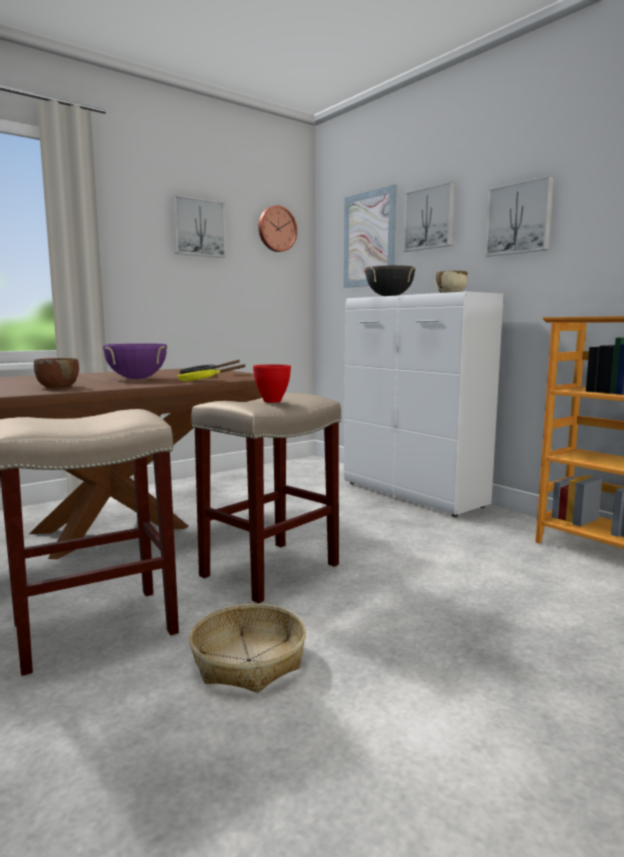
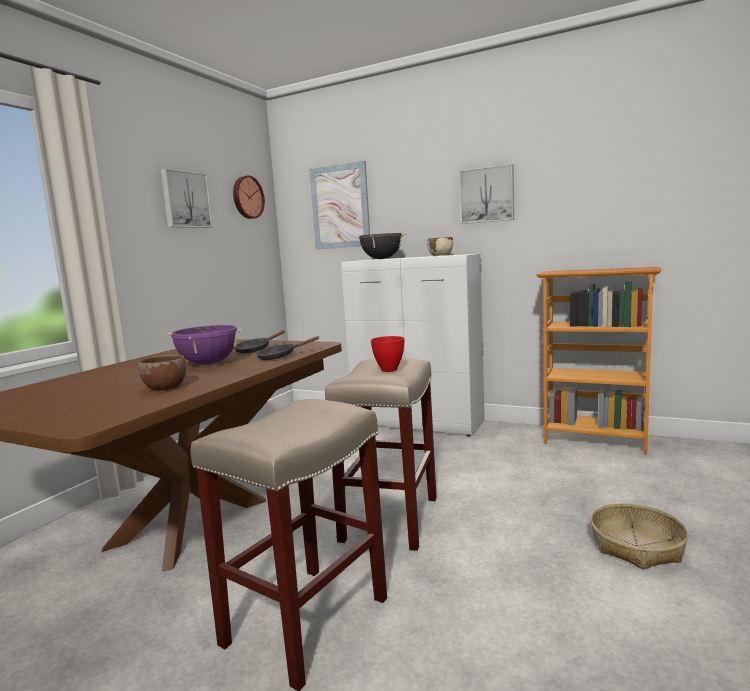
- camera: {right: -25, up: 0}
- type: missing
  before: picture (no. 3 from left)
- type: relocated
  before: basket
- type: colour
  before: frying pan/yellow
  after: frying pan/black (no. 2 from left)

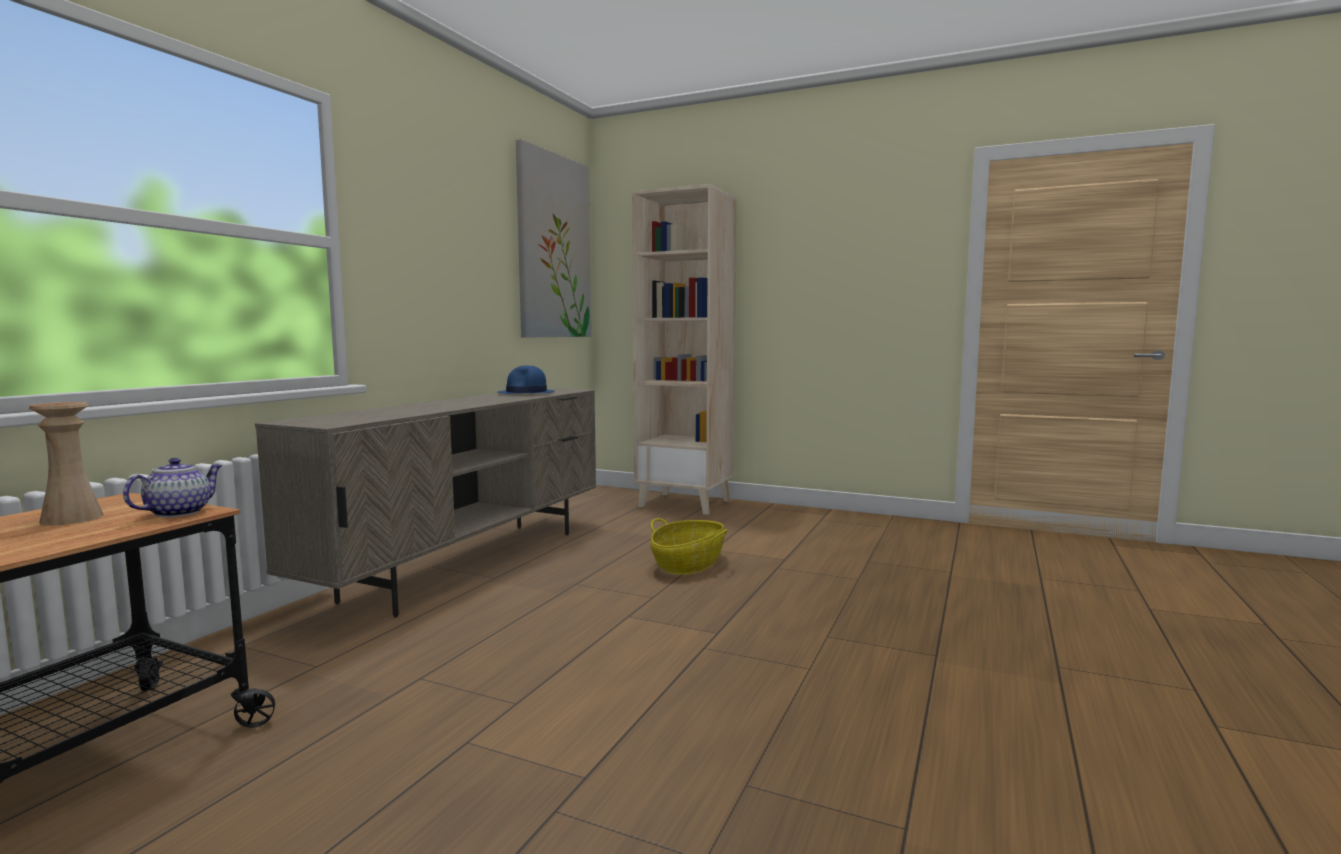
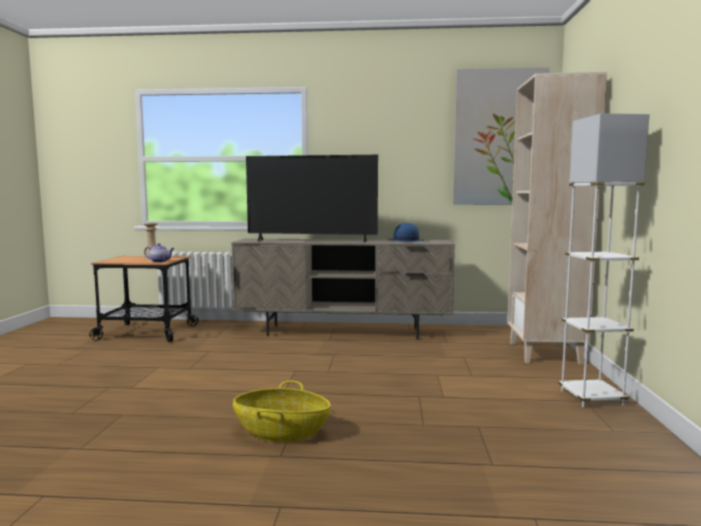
- camera: {right: 70, up: 0}
- type: appeared
  after: television
- type: appeared
  after: floor lamp/white
- type: relocated
  before: basket

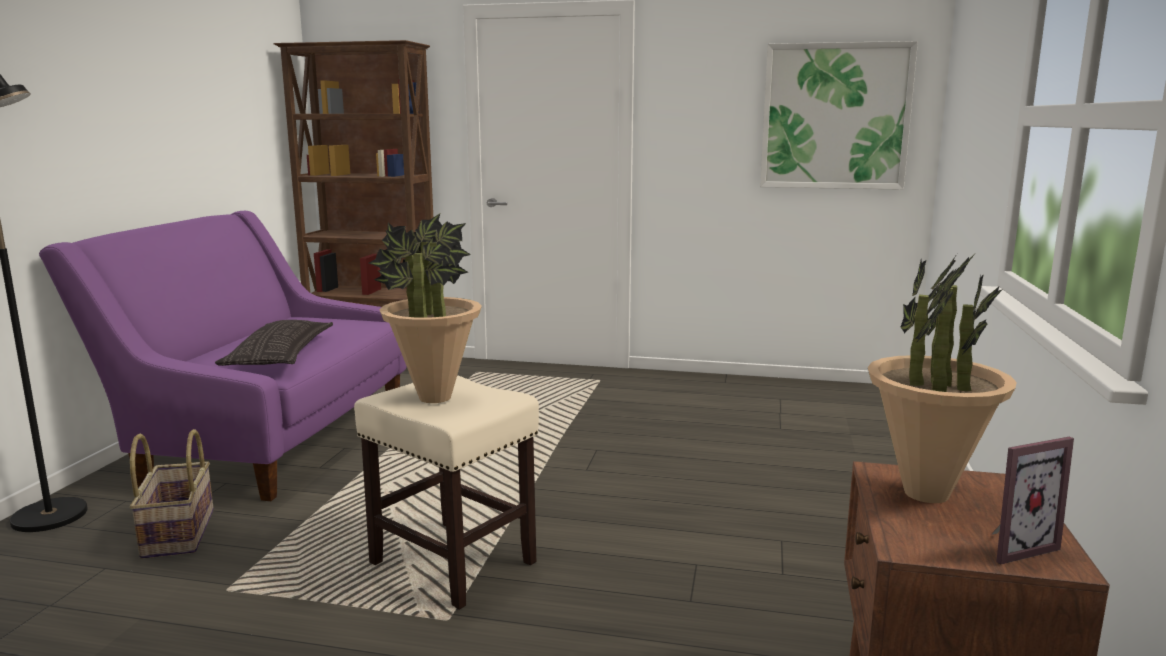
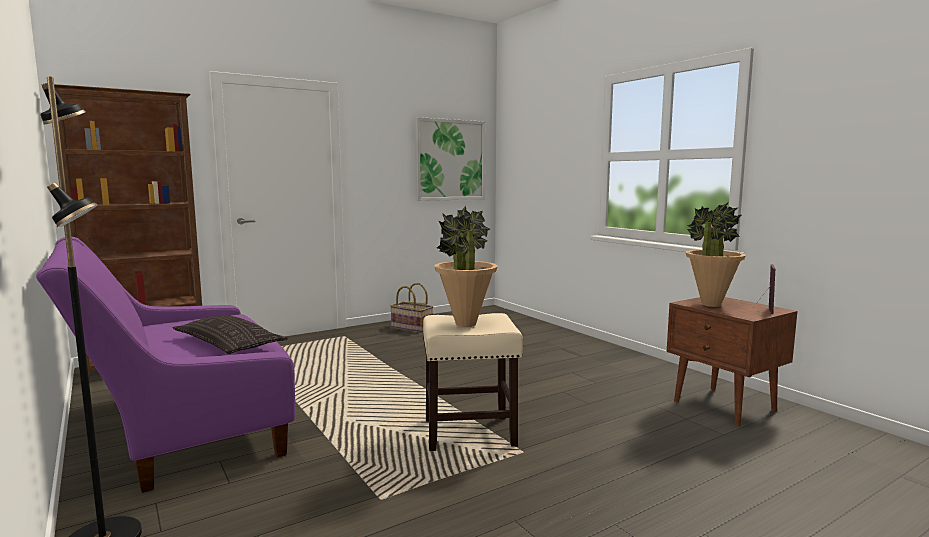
- camera: {right: -45, up: -5}
- type: relocated
  before: basket

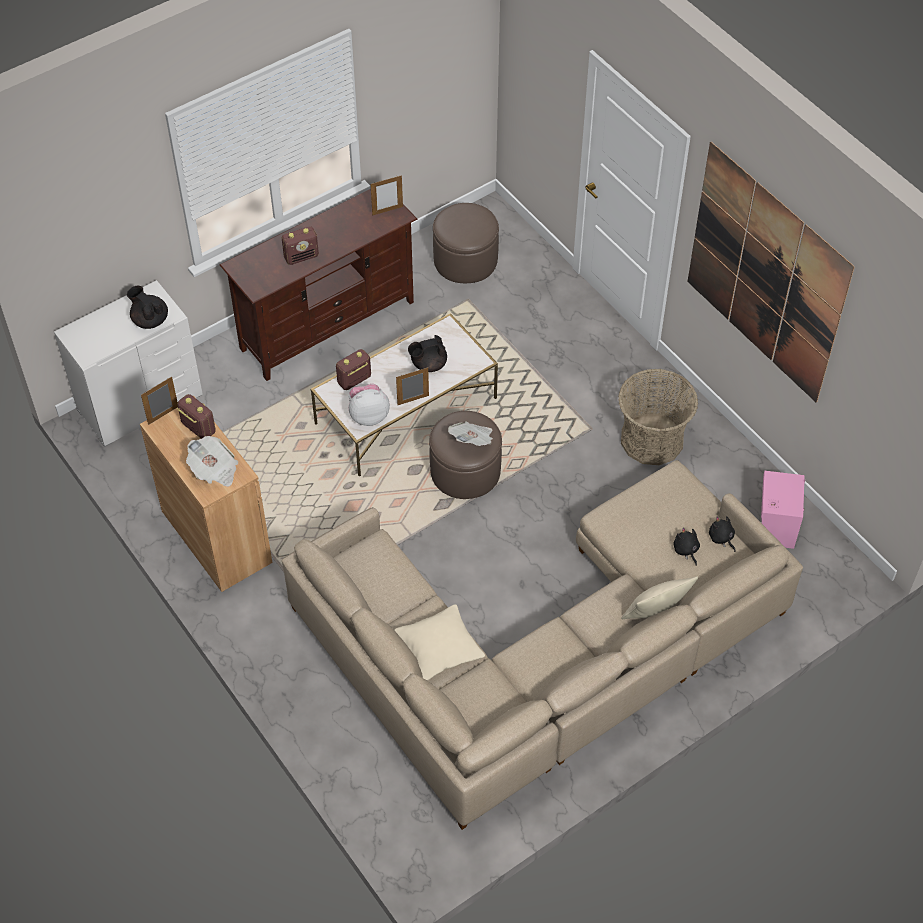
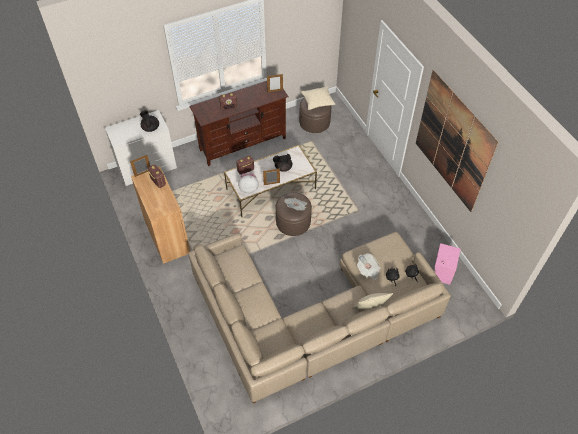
- camera: {right: 10, up: 0}
- type: missing
  before: basket
- type: relocated
  before: newspaper (no. 1 from left in the first image)
  after: newspaper (no. 2 from left)
- type: relocated
  before: pillow/beige (no. 1 from left)

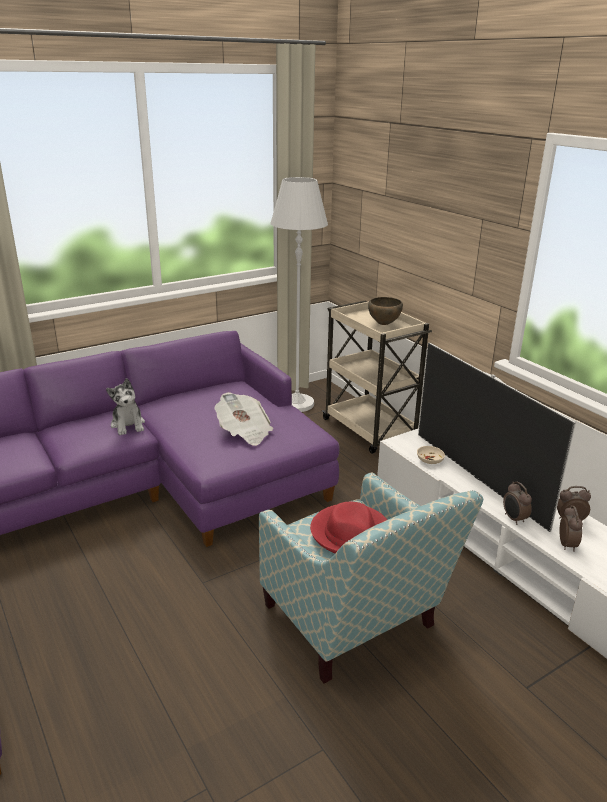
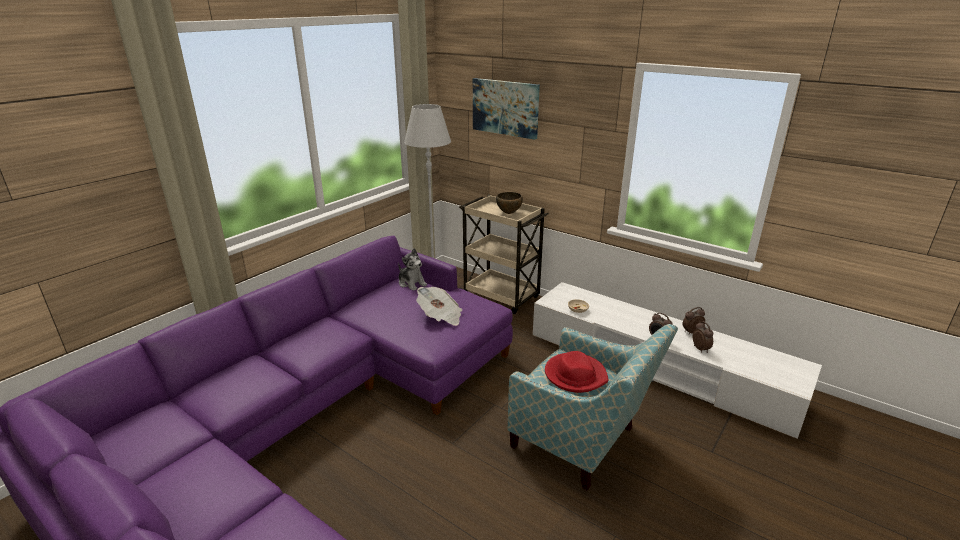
- camera: {right: -20, up: 0}
- type: missing
  before: television
- type: appeared
  after: picture
- type: relocated
  before: plush toy

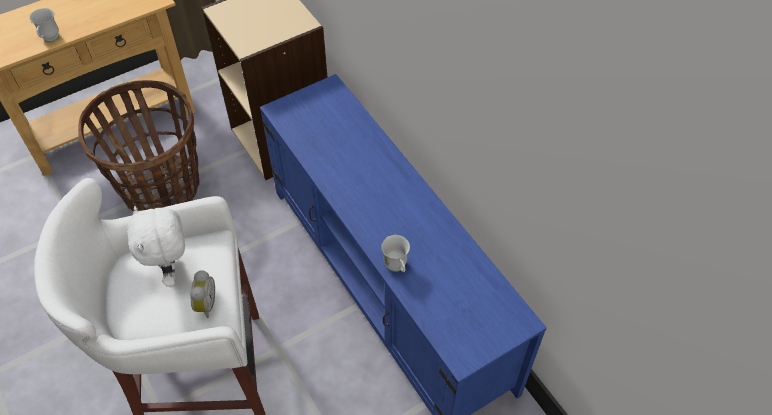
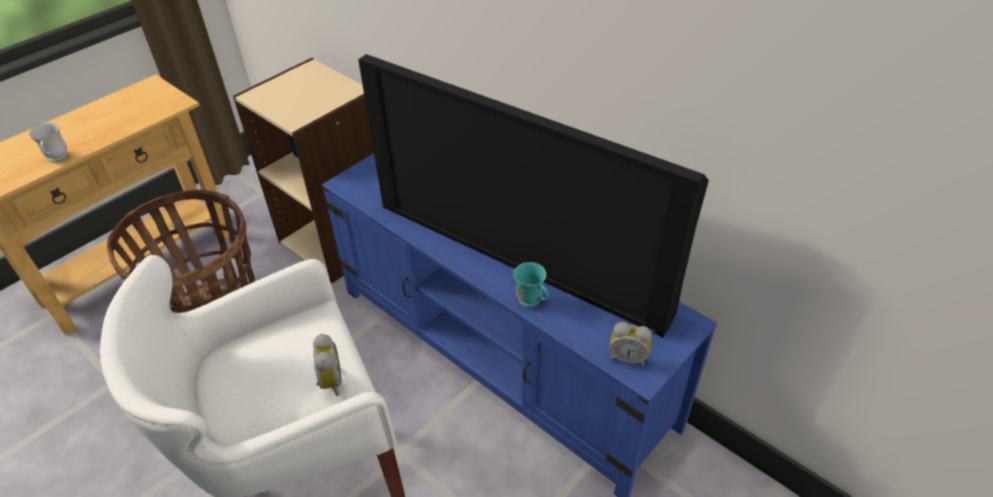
- camera: {right: -15, up: -10}
- type: missing
  before: plush toy/white
- type: appeared
  after: television
- type: appeared
  after: alarm clock (no. 2 from left)
- type: colour
  before: mug/white (no. 2 from left)
  after: mug/turquoise

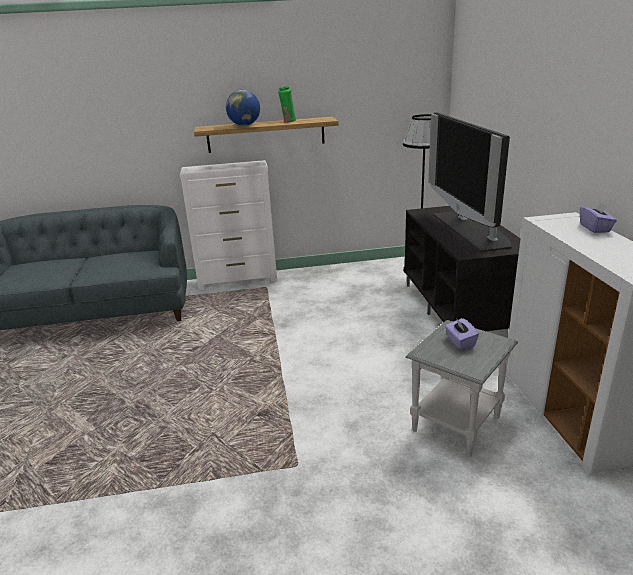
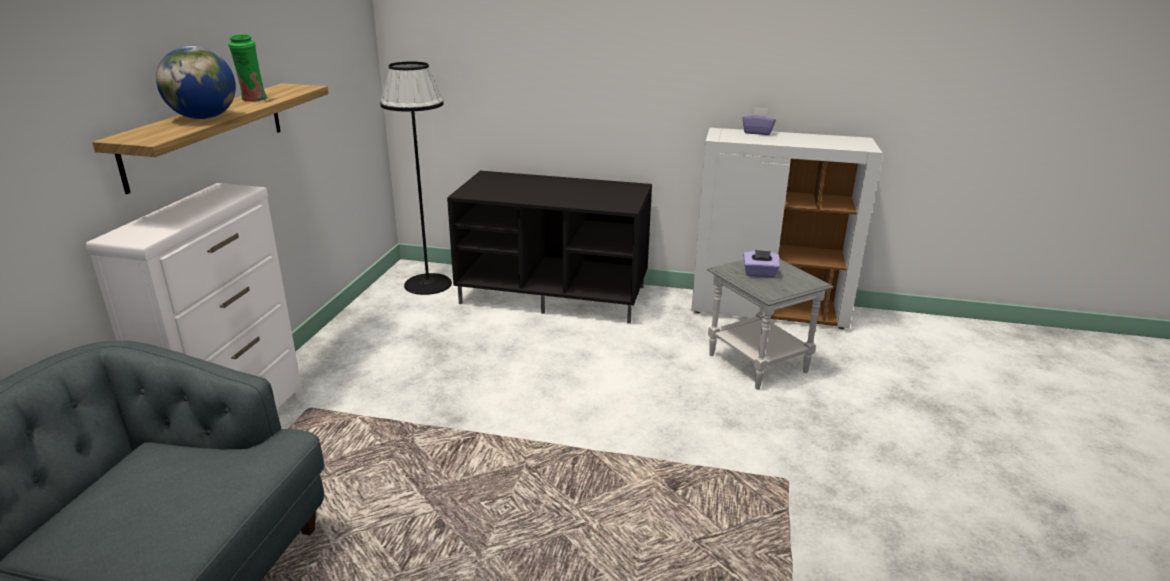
- camera: {right: -70, up: 0}
- type: missing
  before: television

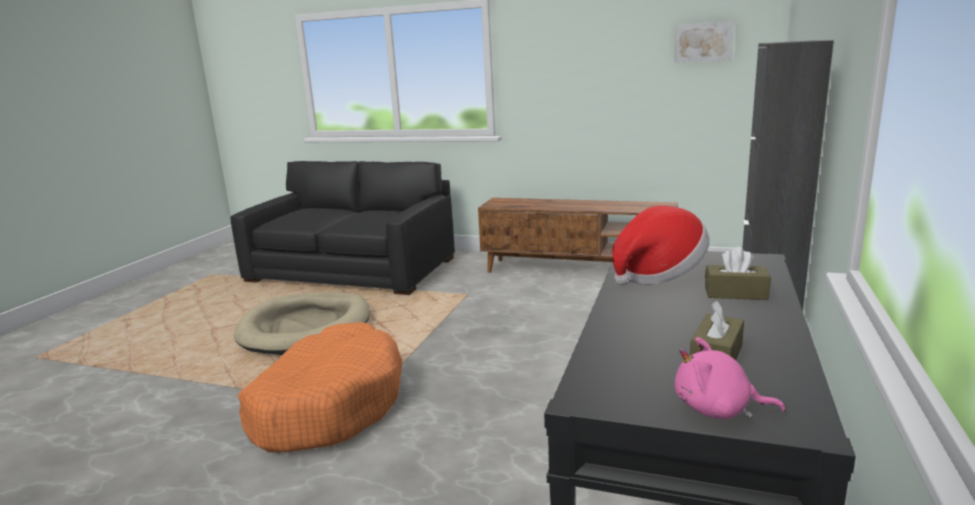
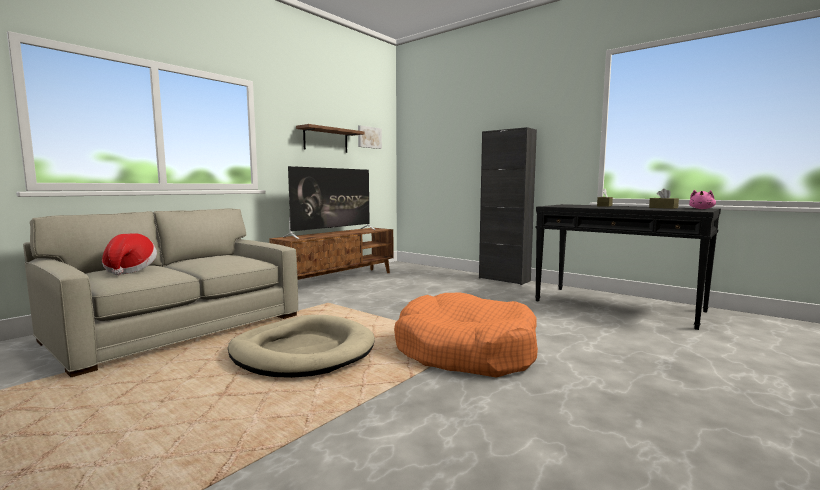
- camera: {right: -70, up: -10}
- type: appeared
  after: television
- type: appeared
  after: shelf/brown
- type: relocated
  before: hat
- type: colour
  before: sofa/black
  after: sofa/beige

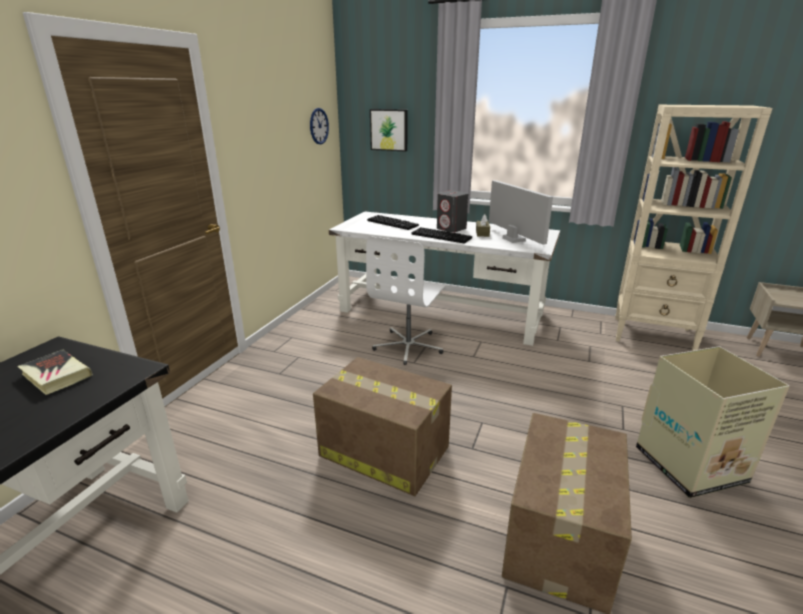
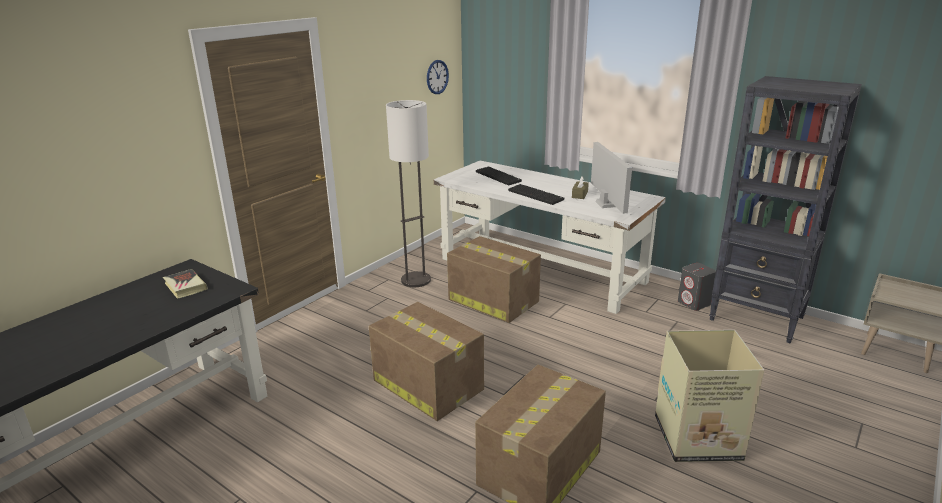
- camera: {right: 15, up: 0}
- type: missing
  before: picture
- type: appeared
  after: floor lamp
- type: relocated
  before: speaker/grey
- type: exchanged
  before: office chair/white
  after: cardboard box (no. 2 from left)
- type: colour
  before: bookcase/beige
  after: bookcase/black

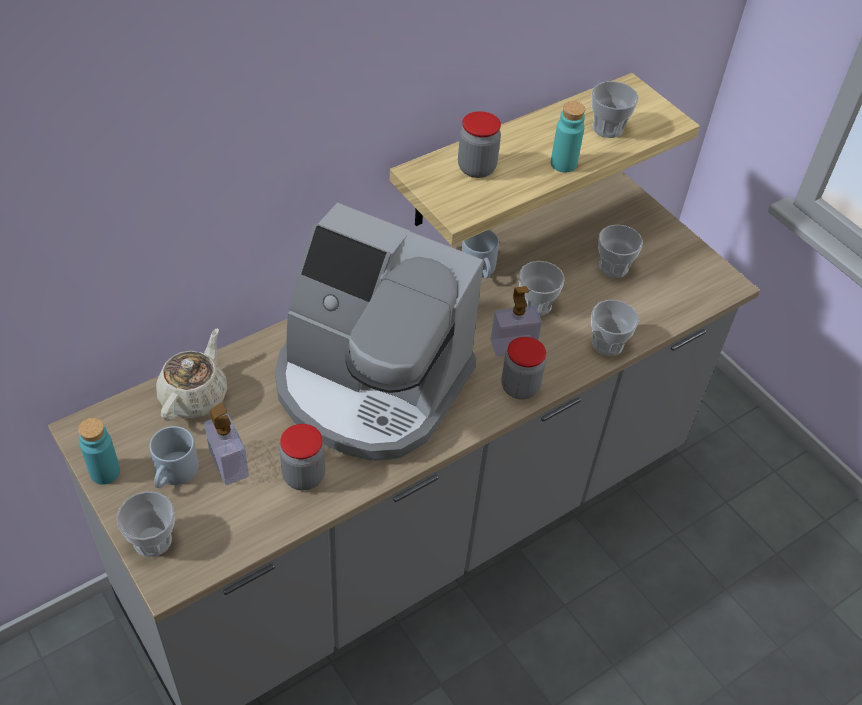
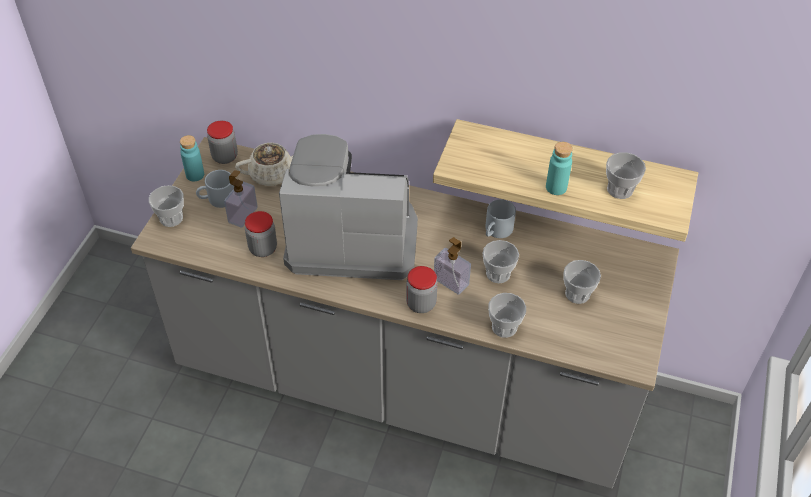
- camera: {right: 55, up: 0}
- type: relocated
  before: jar (no. 2 from left in the first image)
  after: jar (no. 1 from left)
- type: spun
  before: coffee machine
  turn: 105

